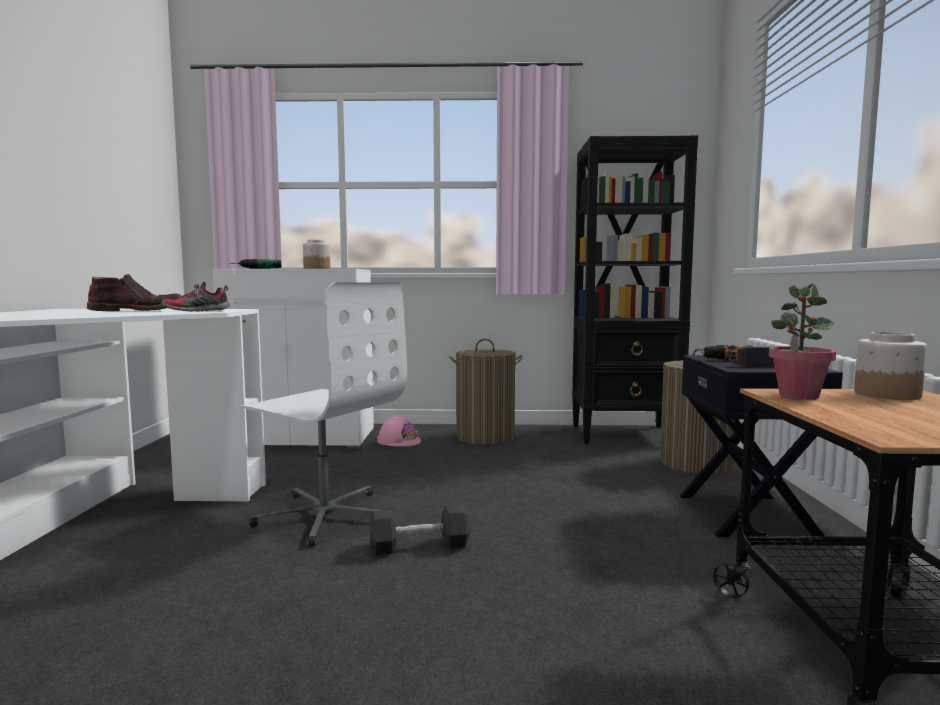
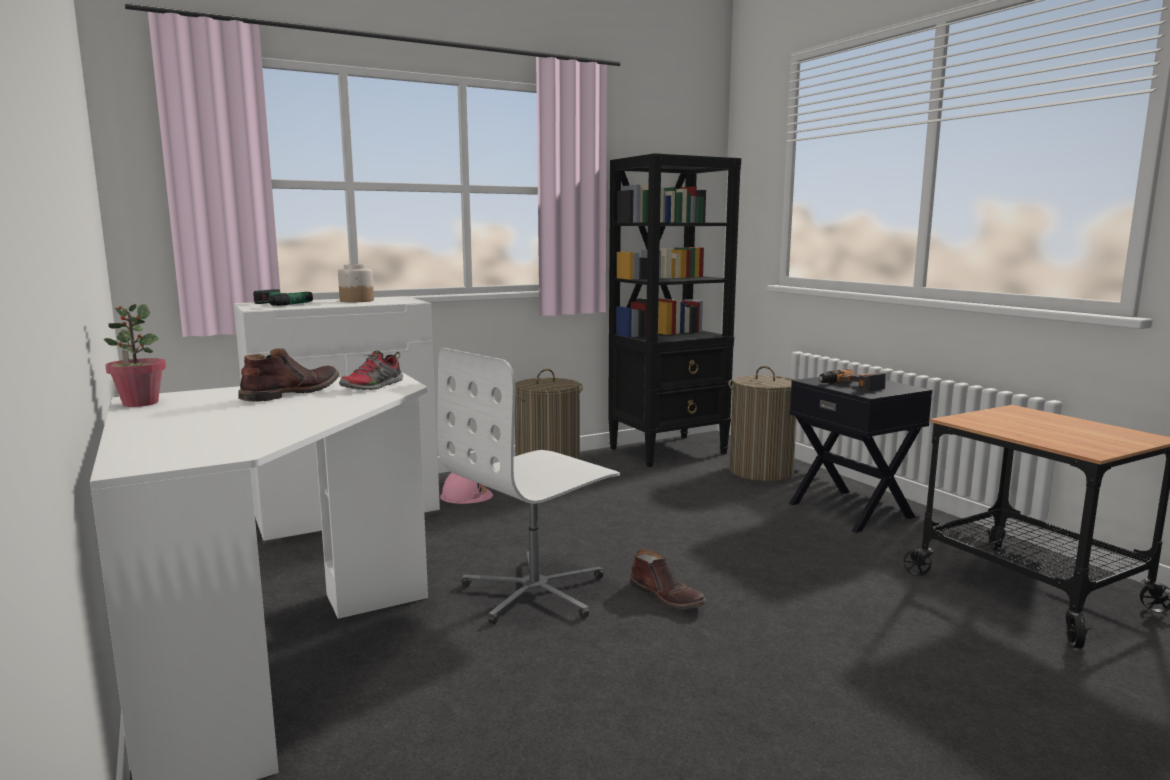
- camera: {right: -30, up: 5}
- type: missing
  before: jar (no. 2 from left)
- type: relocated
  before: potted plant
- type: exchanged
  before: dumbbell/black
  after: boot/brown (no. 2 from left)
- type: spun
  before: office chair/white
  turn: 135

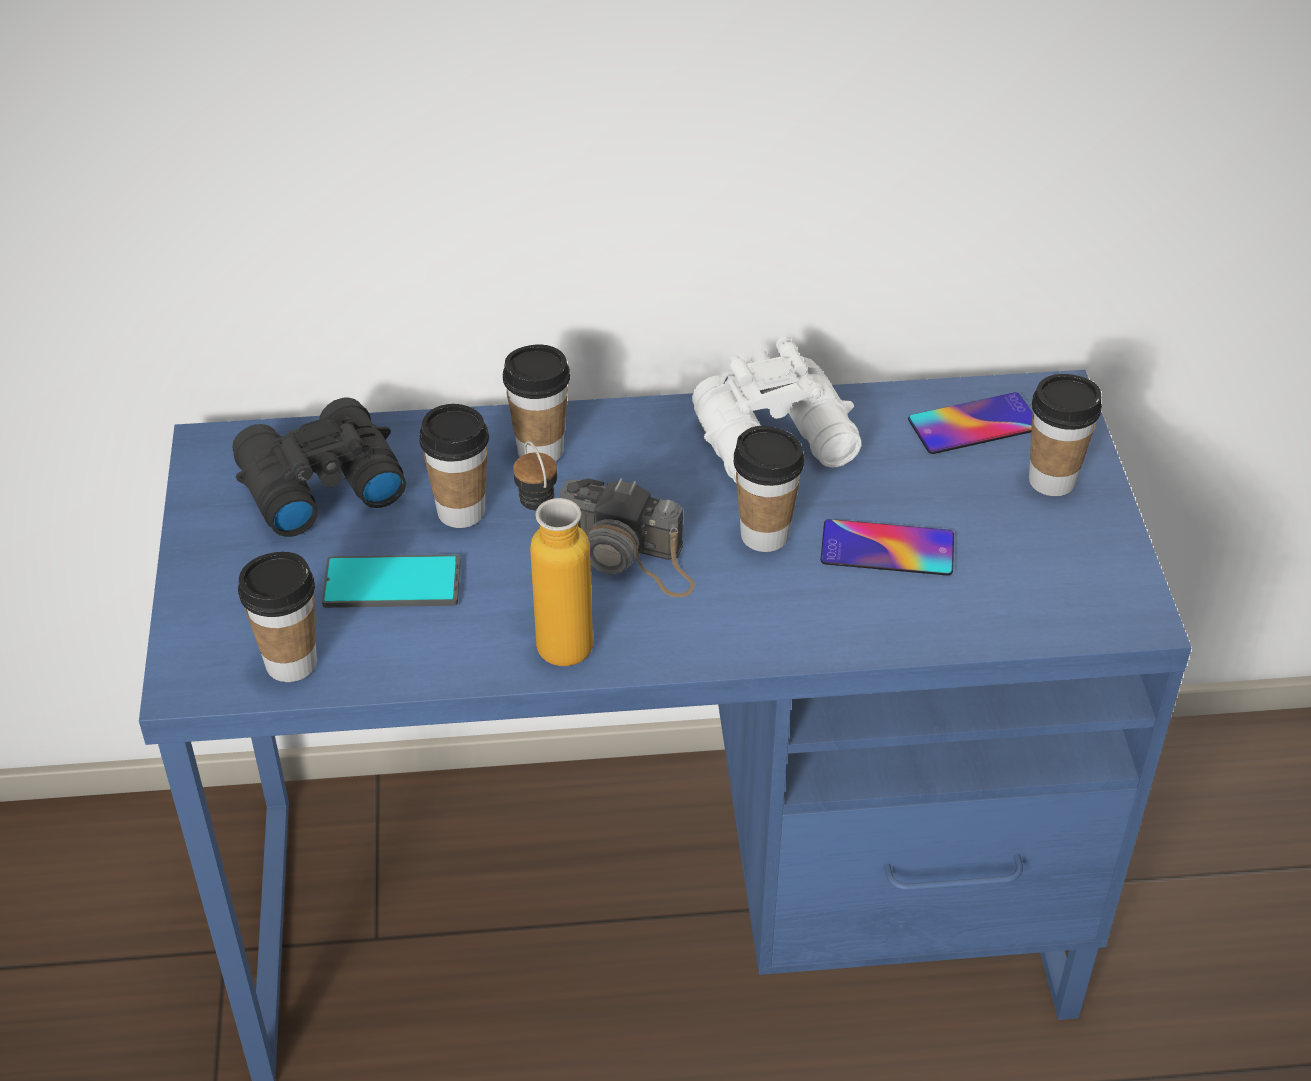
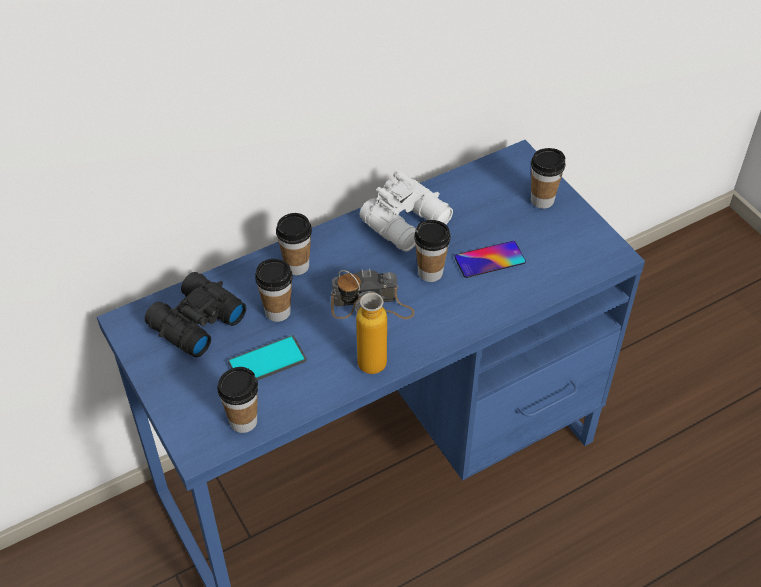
- camera: {right: -25, up: 5}
- type: missing
  before: phone (no. 3 from left)

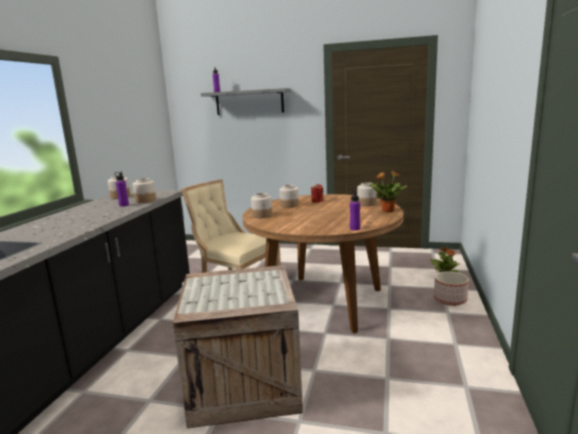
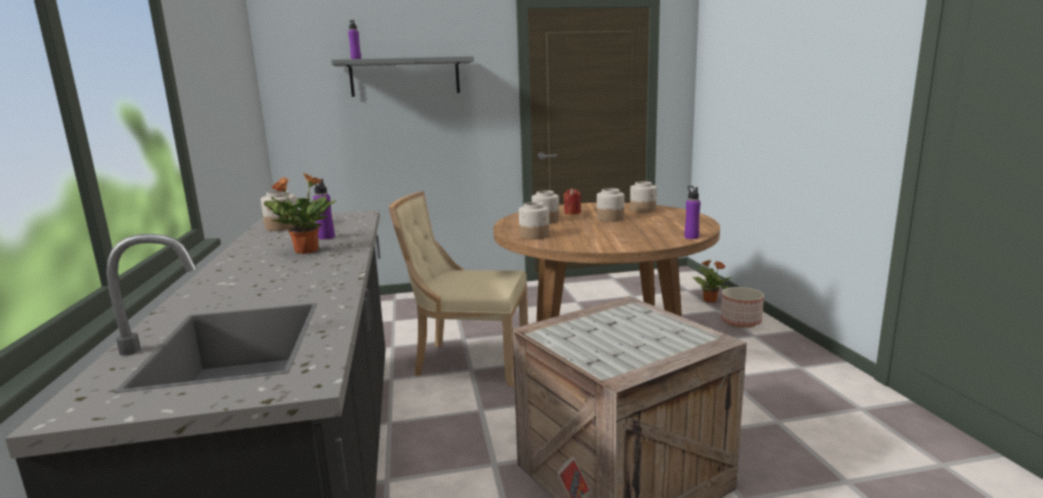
- camera: {right: -25, up: 0}
- type: relocated
  before: jar (no. 2 from left in the first image)
  after: jar (no. 4 from left)
- type: relocated
  before: potted plant (no. 1 from left)

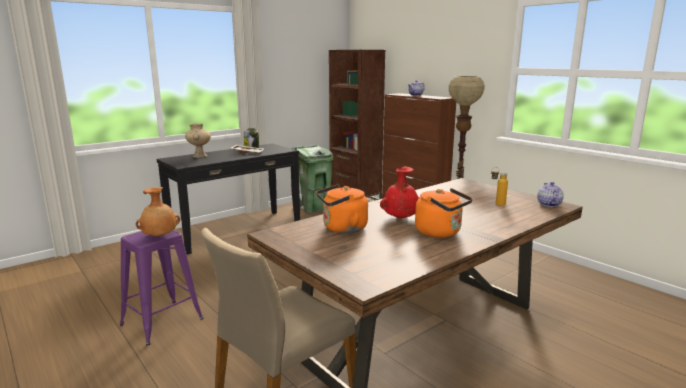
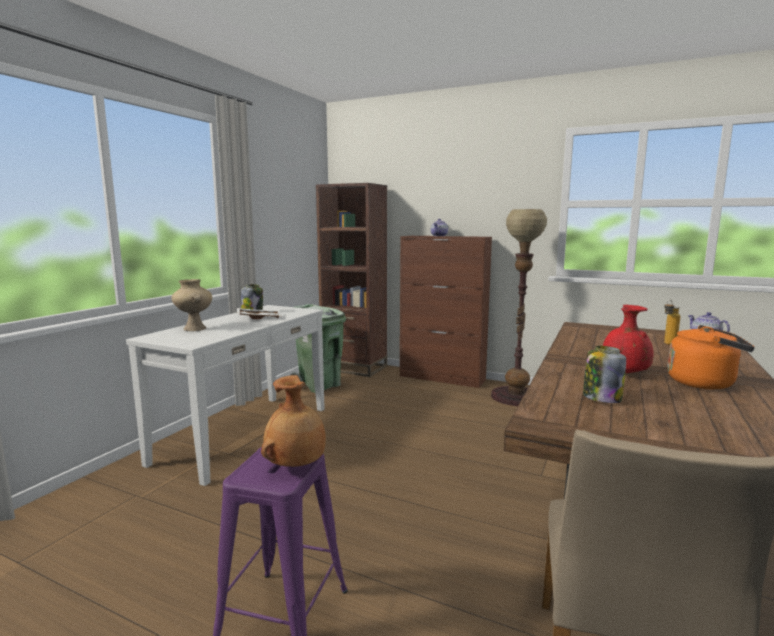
- camera: {right: -25, up: -5}
- type: exchanged
  before: kettle/orange (no. 1 from left)
  after: jar (no. 2 from left)
- type: colour
  before: console table/black
  after: console table/white

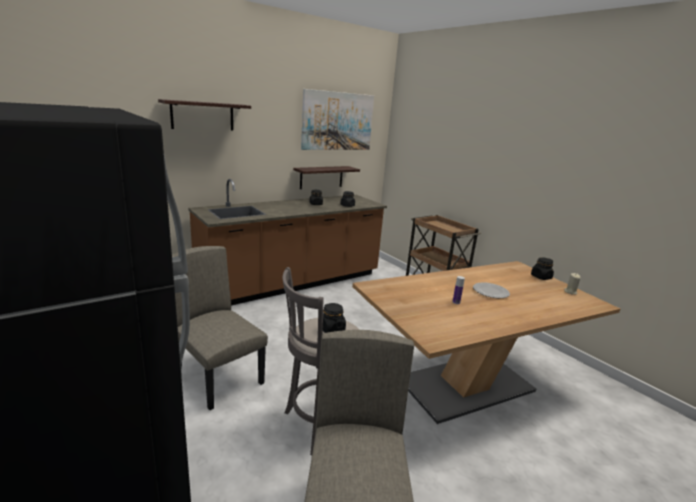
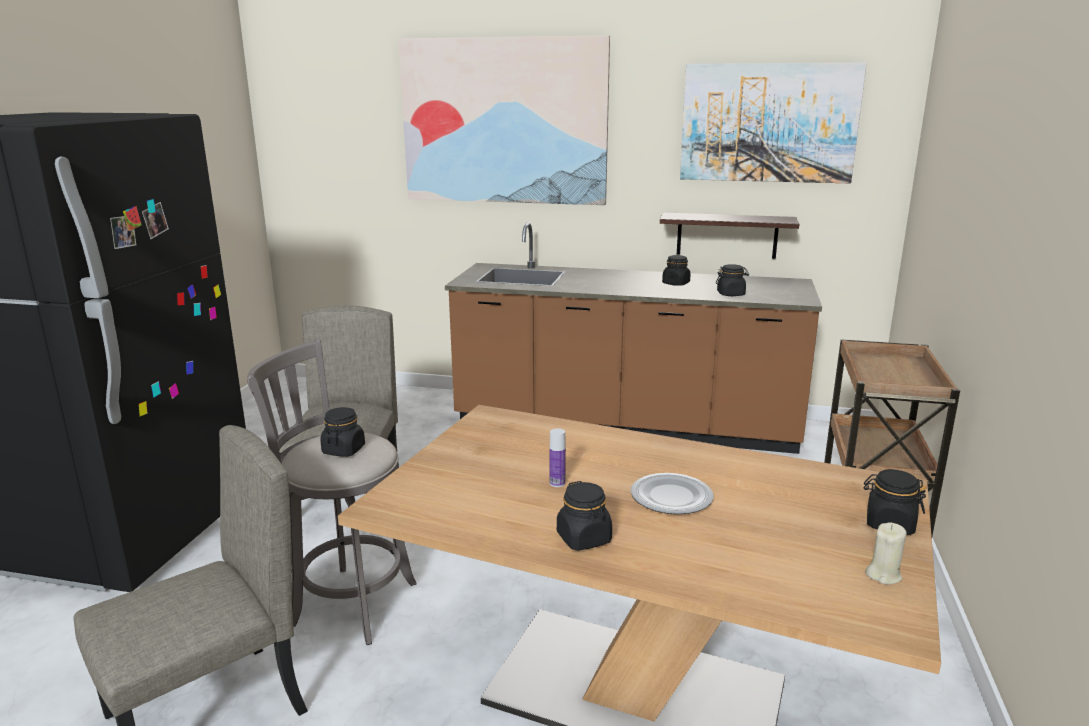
- camera: {right: 50, up: 0}
- type: appeared
  after: jar/black (no. 2 from left)
- type: exchanged
  before: shelf (no. 1 from left)
  after: picture (no. 1 from left)

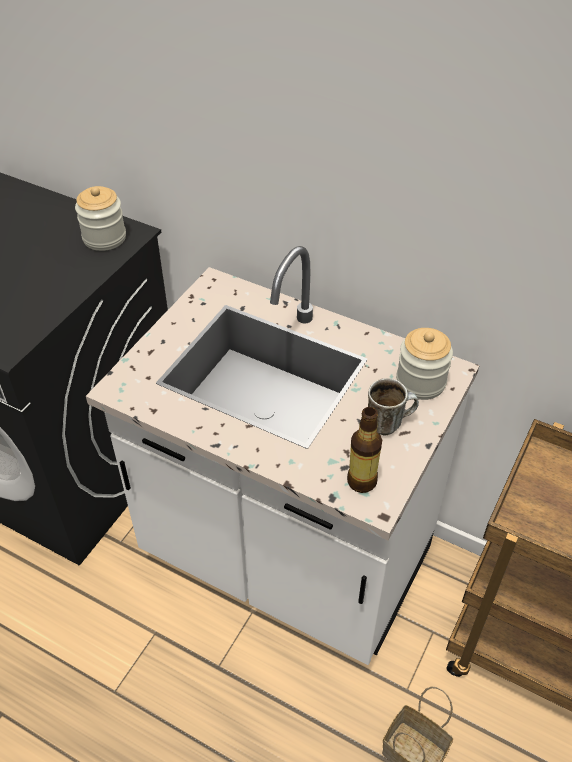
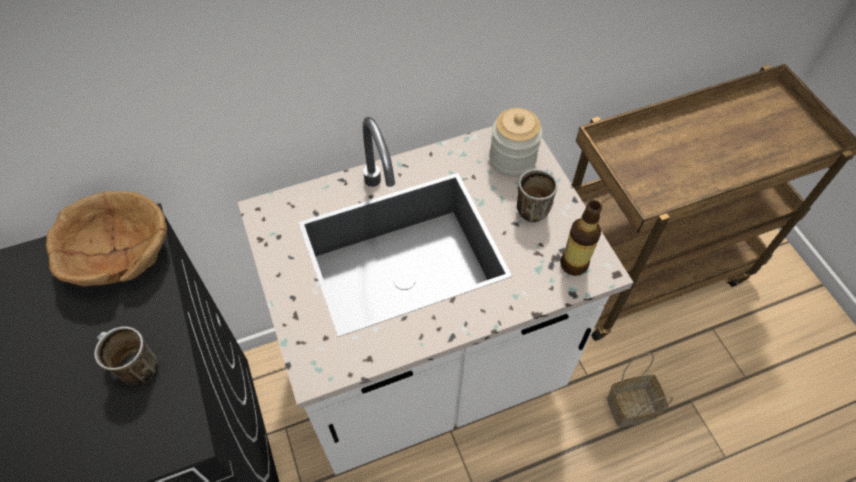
- camera: {right: -50, up: 10}
- type: appeared
  after: mug (no. 1 from left)
- type: exchanged
  before: jar (no. 1 from left)
  after: bowl/brown

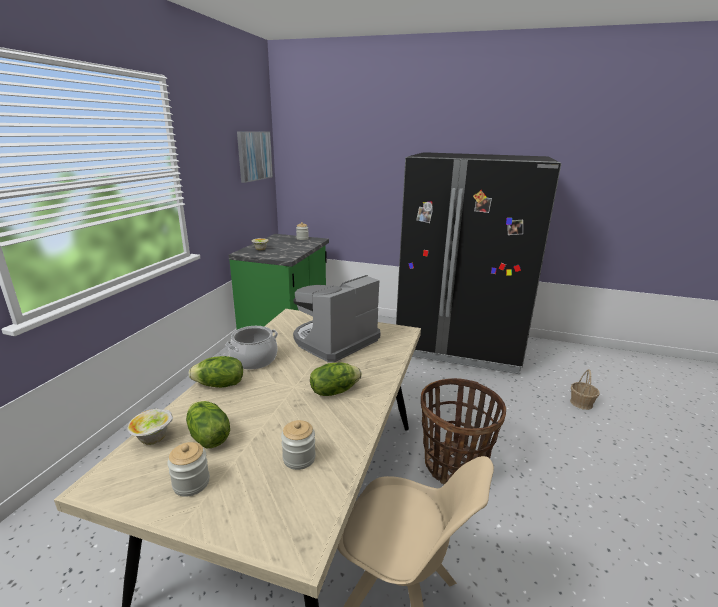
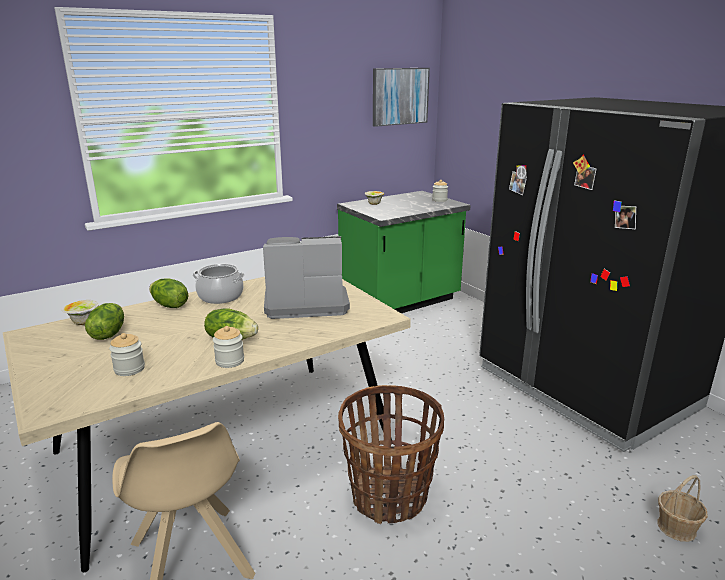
- camera: {right: 40, up: 0}
- type: relocated
  before: jar (no. 1 from left in the first image)
  after: jar (no. 2 from left)

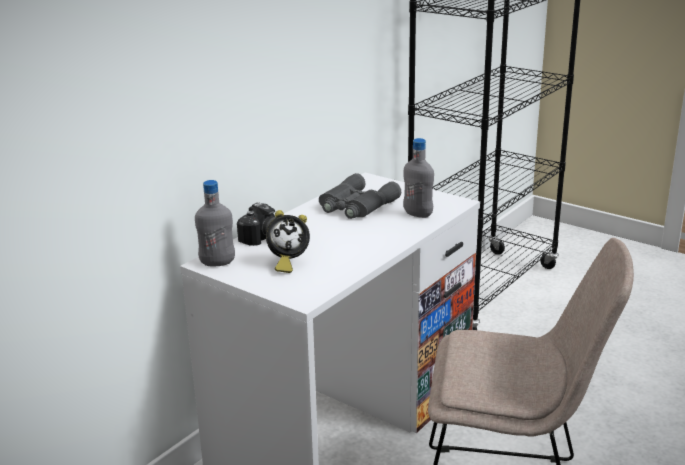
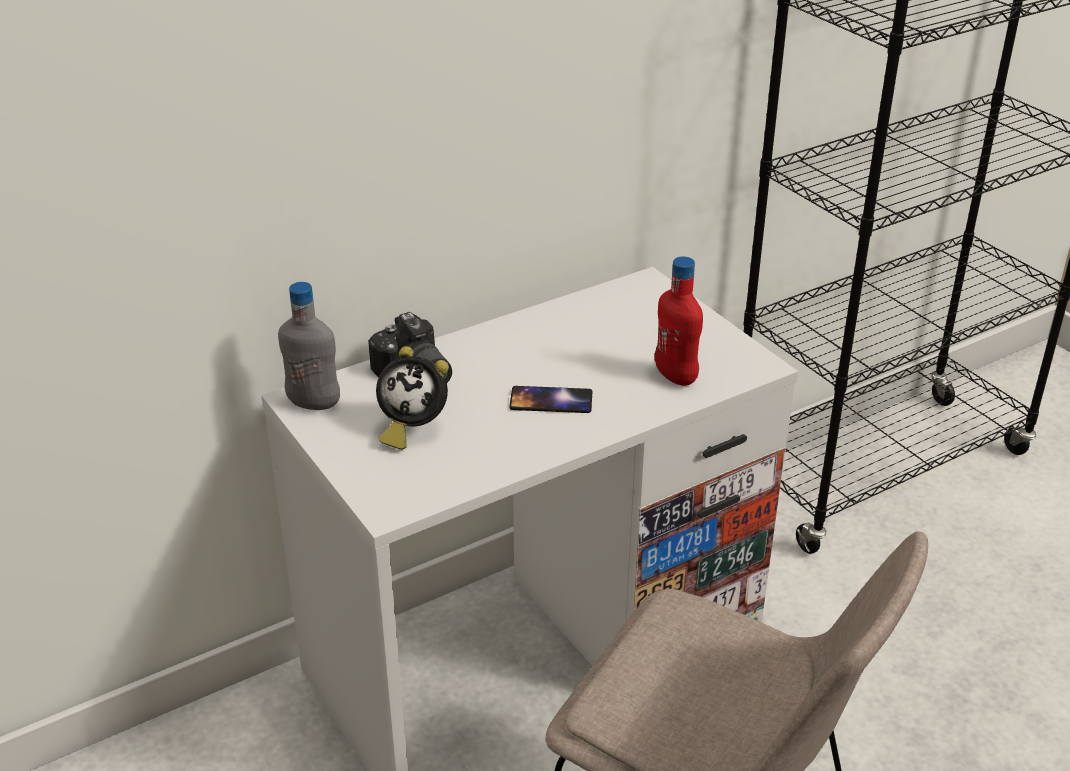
- camera: {right: 20, up: 10}
- type: missing
  before: binoculars/grey
- type: appeared
  after: phone
- type: colour
  before: bottle/grey (no. 2 from left)
  after: bottle/red

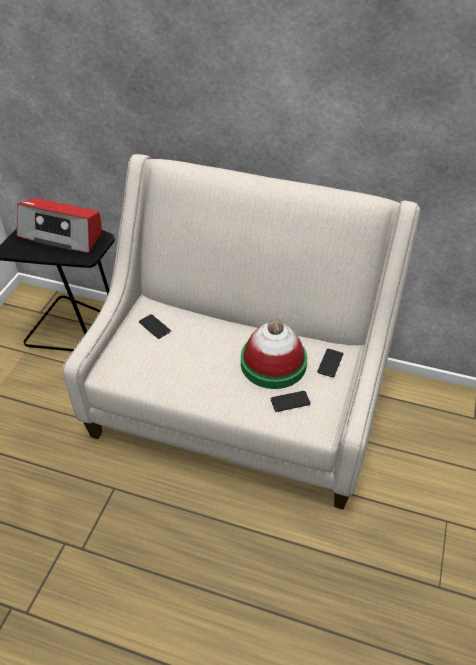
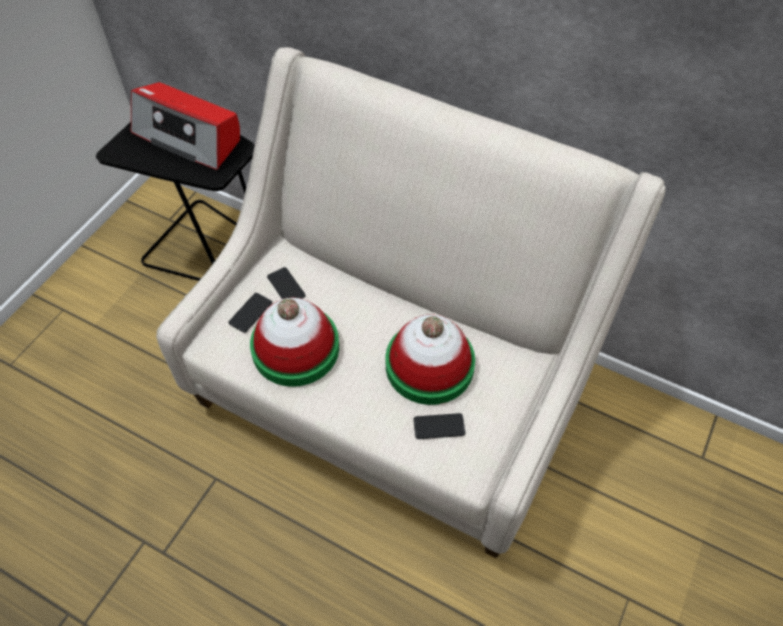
- camera: {right: 10, up: 10}
- type: appeared
  after: hat (no. 1 from left)
- type: relocated
  before: phone (no. 3 from left in the first image)
  after: phone (no. 1 from left)

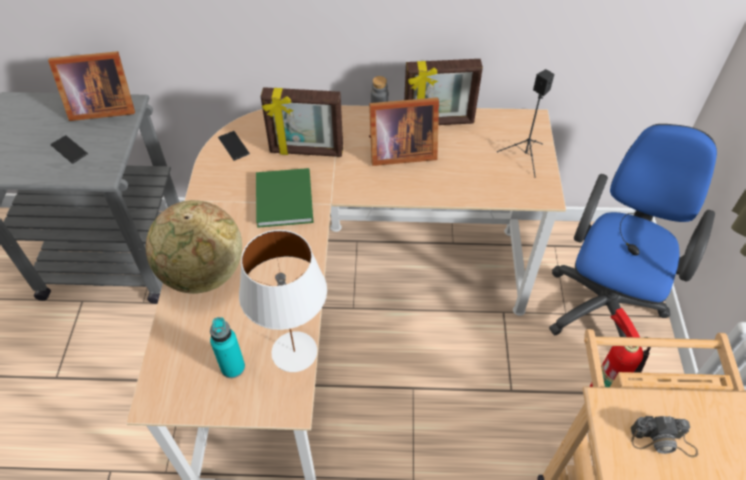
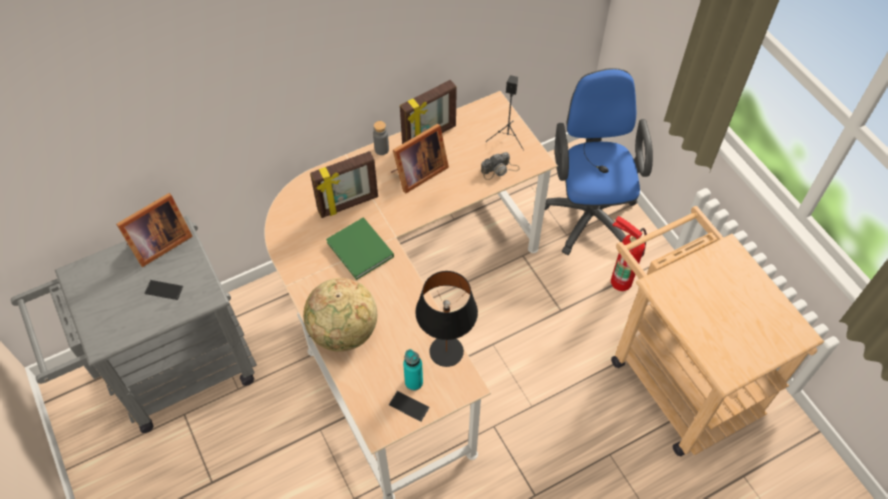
- camera: {right: -30, up: 5}
- type: relocated
  before: phone (no. 2 from left)
- type: relocated
  before: photo camera
- type: colour
  before: table lamp/white
  after: table lamp/black

